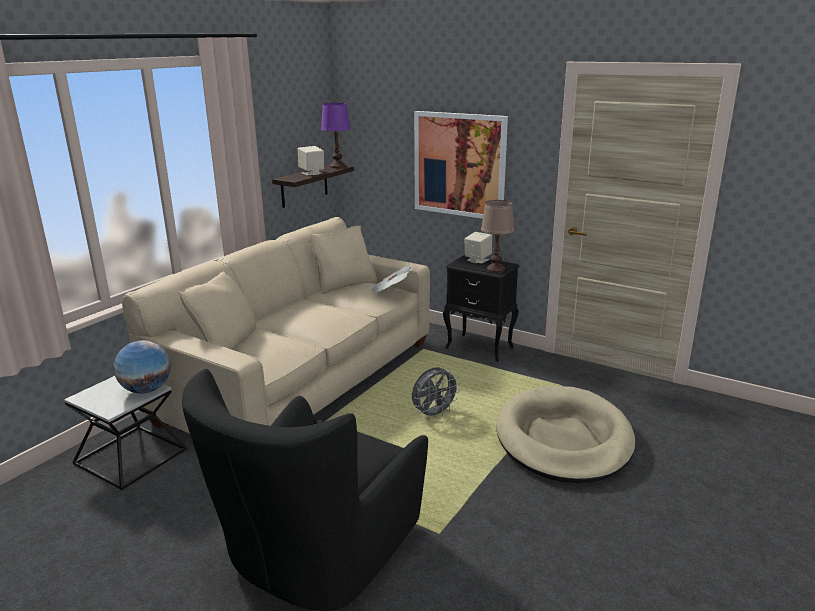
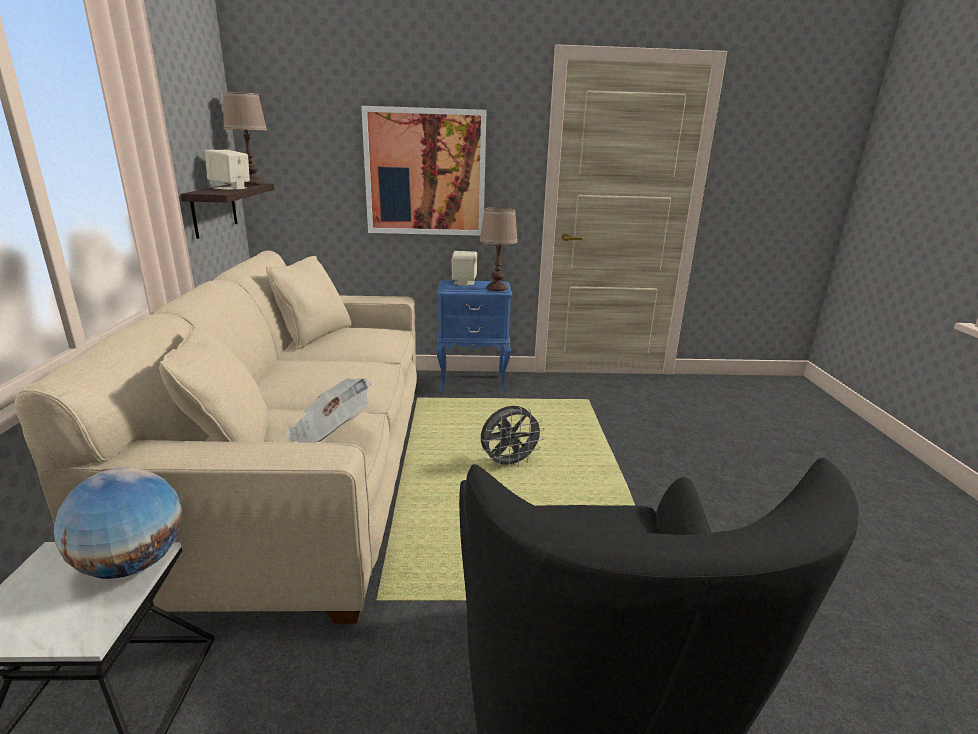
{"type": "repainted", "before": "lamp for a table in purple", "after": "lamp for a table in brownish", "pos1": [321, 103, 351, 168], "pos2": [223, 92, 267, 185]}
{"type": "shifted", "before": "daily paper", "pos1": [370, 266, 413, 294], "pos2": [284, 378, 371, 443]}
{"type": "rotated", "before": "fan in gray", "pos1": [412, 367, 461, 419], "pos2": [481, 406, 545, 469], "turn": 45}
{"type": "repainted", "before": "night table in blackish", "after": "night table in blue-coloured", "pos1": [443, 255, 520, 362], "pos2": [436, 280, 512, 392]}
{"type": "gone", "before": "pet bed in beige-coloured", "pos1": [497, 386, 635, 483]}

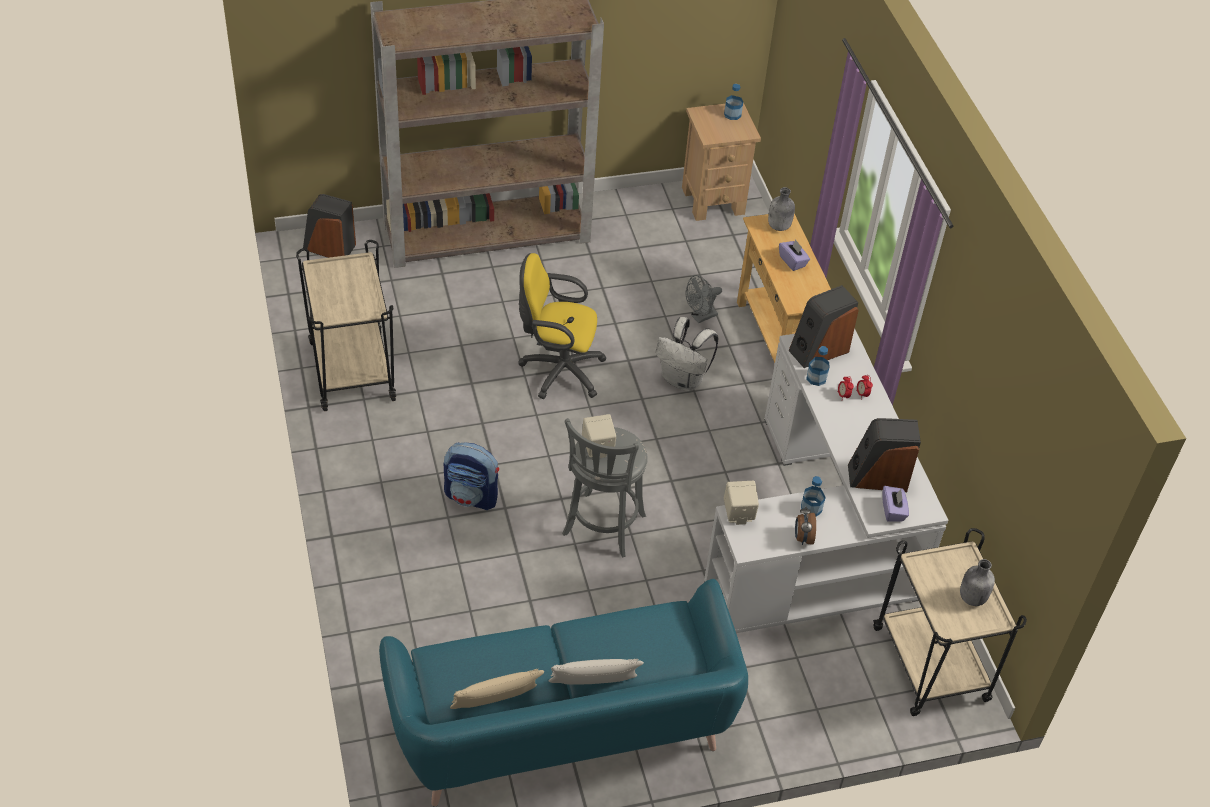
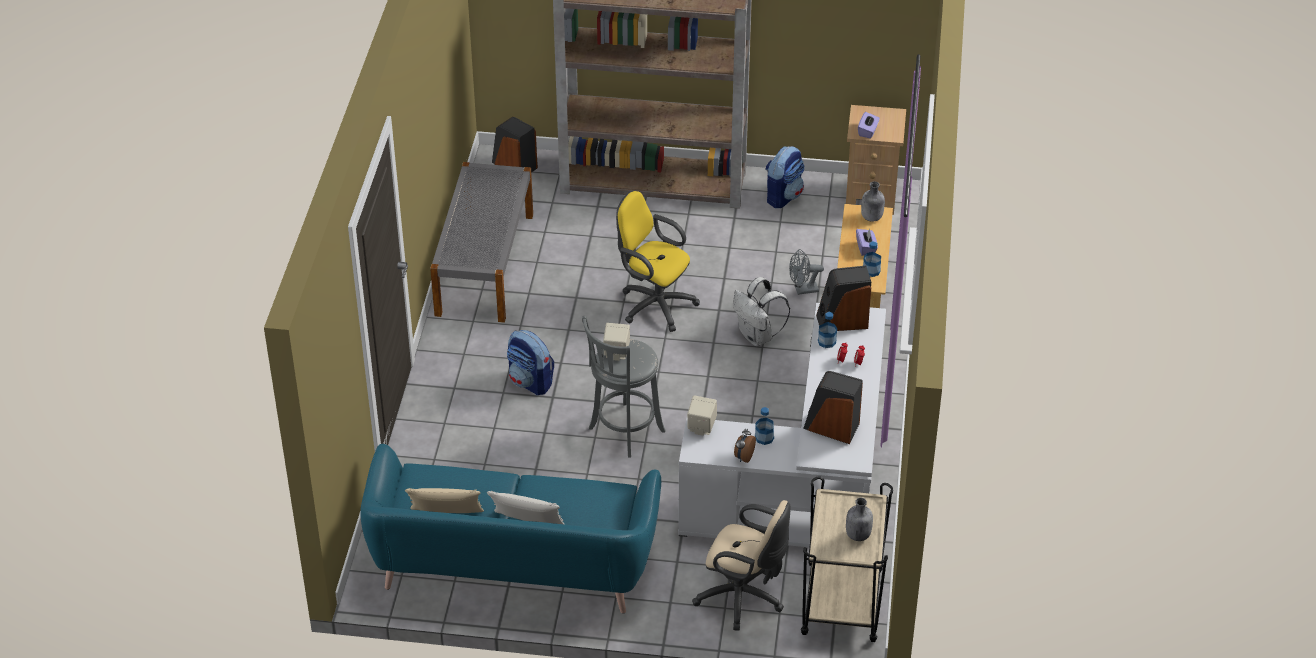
{"type": "swapped", "before": "cart in beige-coloured", "after": "bench in gray", "pos1": [296, 240, 396, 411], "pos2": [430, 162, 533, 323]}
{"type": "shifted", "before": "drink bottle", "pos1": [724, 84, 743, 120], "pos2": [863, 241, 881, 277]}
{"type": "shifted", "before": "tissue holder in purple", "pos1": [882, 486, 909, 521], "pos2": [858, 112, 880, 139]}
{"type": "new", "after": "desk chair in beige-coloured", "pos2": [692, 500, 790, 631]}
{"type": "new", "after": "rucksack", "pos2": [766, 146, 805, 208]}

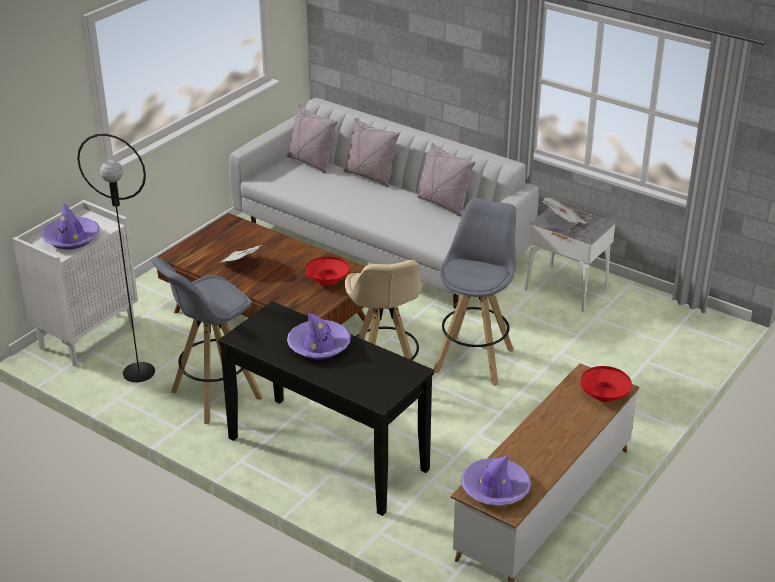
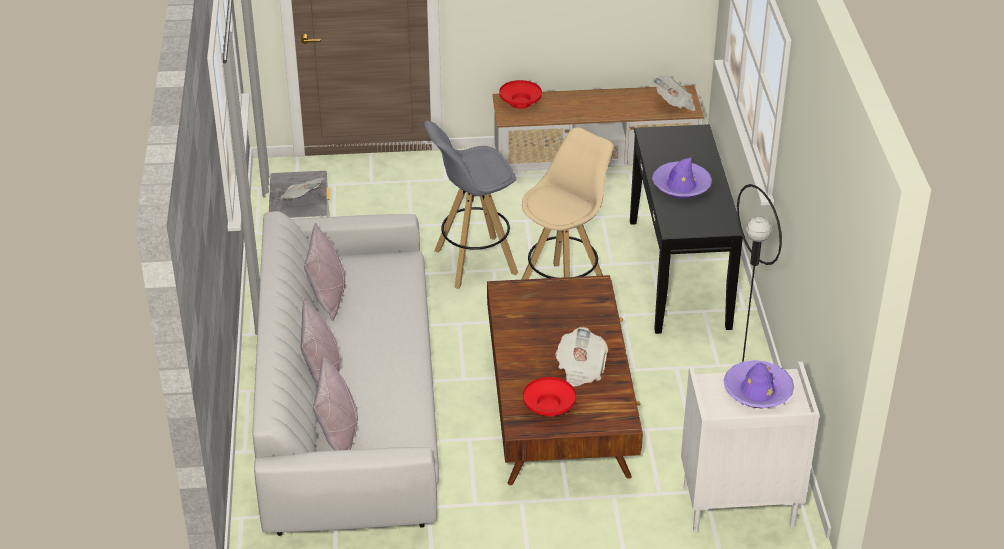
{"type": "gone", "before": "stool seat in gray", "pos1": [150, 257, 263, 424]}
{"type": "shifted", "before": "deep dish in red-coloured", "pos1": [305, 256, 349, 286], "pos2": [523, 377, 576, 416]}
{"type": "swapped", "before": "clothing hat in purple", "after": "daily paper", "pos1": [461, 455, 531, 506], "pos2": [653, 76, 695, 111]}

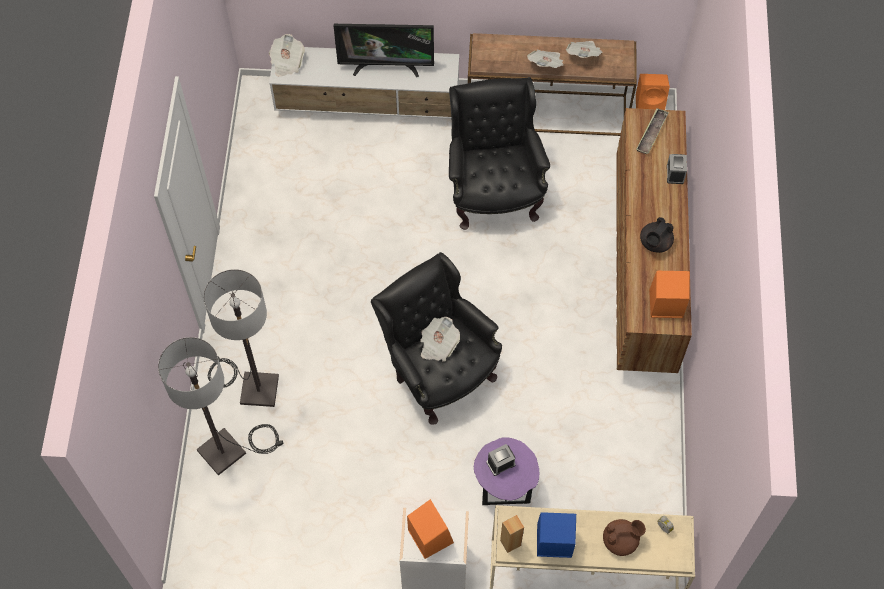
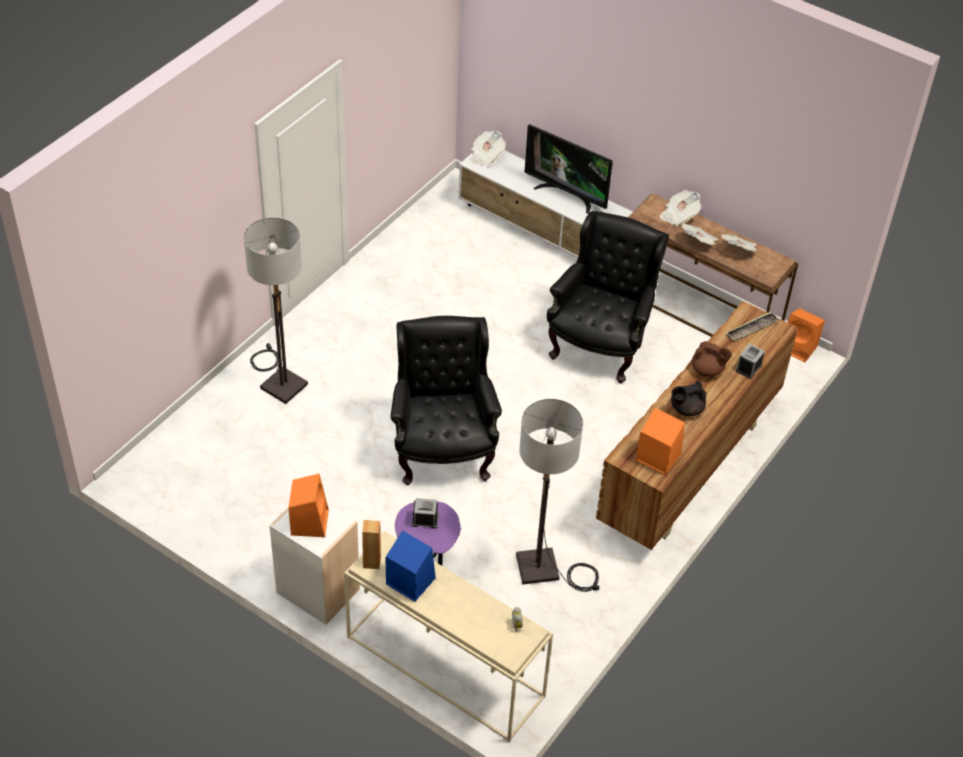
{"type": "shifted", "before": "standing lamp", "pos1": [158, 337, 284, 475], "pos2": [516, 399, 600, 592]}
{"type": "shifted", "before": "daily paper", "pos1": [420, 317, 460, 362], "pos2": [660, 190, 701, 227]}
{"type": "shifted", "before": "teapot in brownish", "pos1": [603, 519, 646, 556], "pos2": [692, 341, 732, 377]}

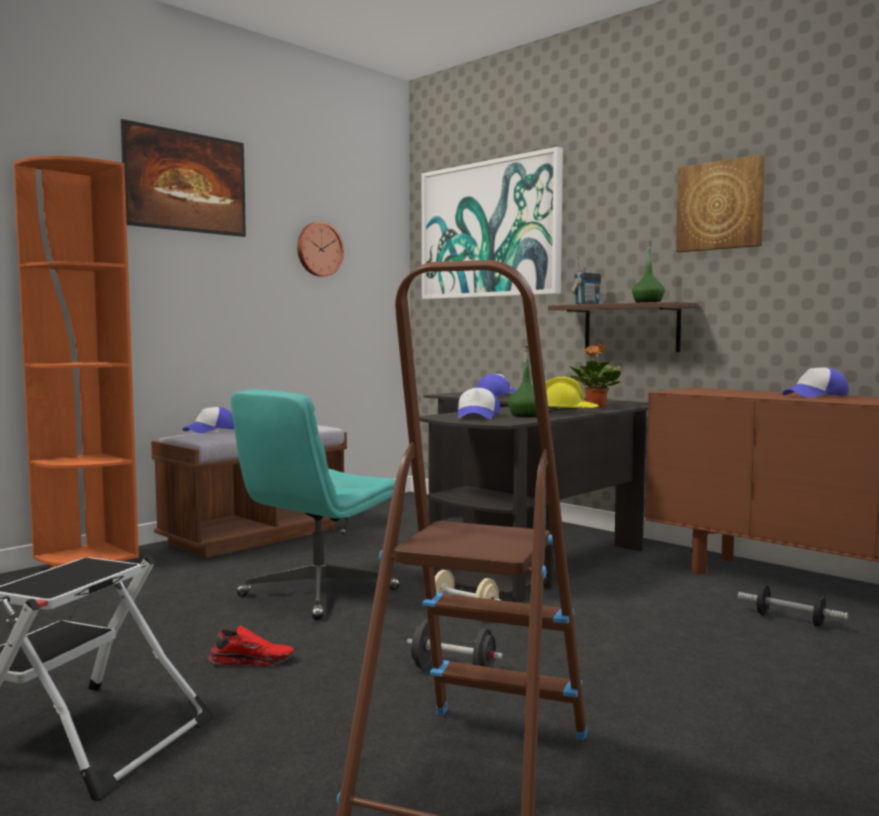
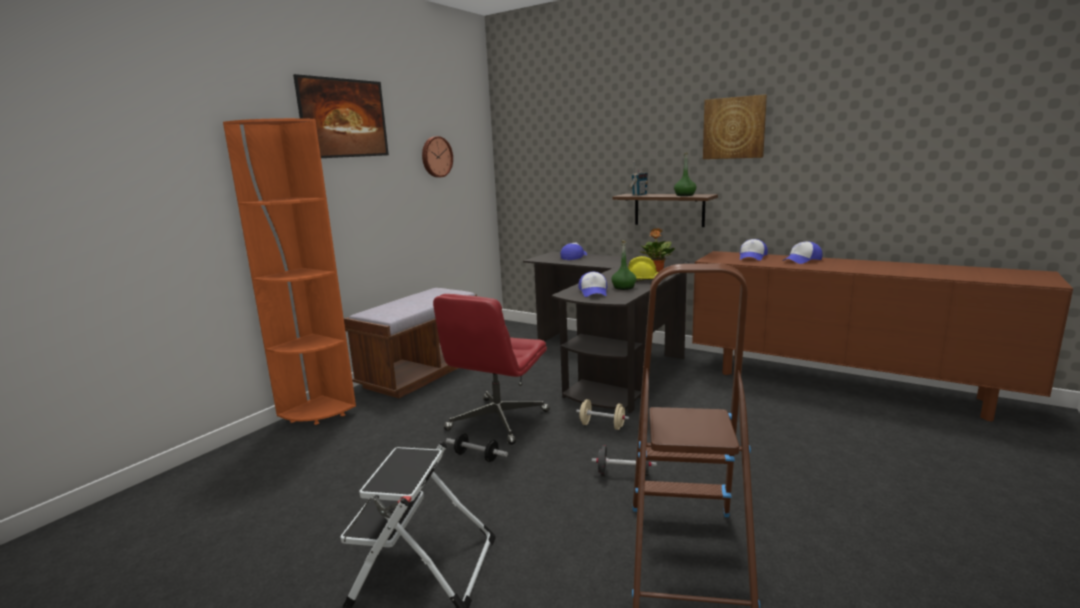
{"type": "shifted", "before": "cap", "pos1": [183, 407, 234, 433], "pos2": [740, 239, 768, 261]}
{"type": "gone", "before": "shoe in red-coloured", "pos1": [209, 626, 294, 666]}
{"type": "repainted", "before": "desk chair in turquoise-coloured", "after": "desk chair in red-coloured", "pos1": [231, 390, 400, 620], "pos2": [433, 294, 550, 445]}
{"type": "gone", "before": "wall art", "pos1": [422, 147, 563, 299]}
{"type": "shifted", "before": "free weight", "pos1": [738, 584, 848, 627], "pos2": [446, 433, 508, 462]}

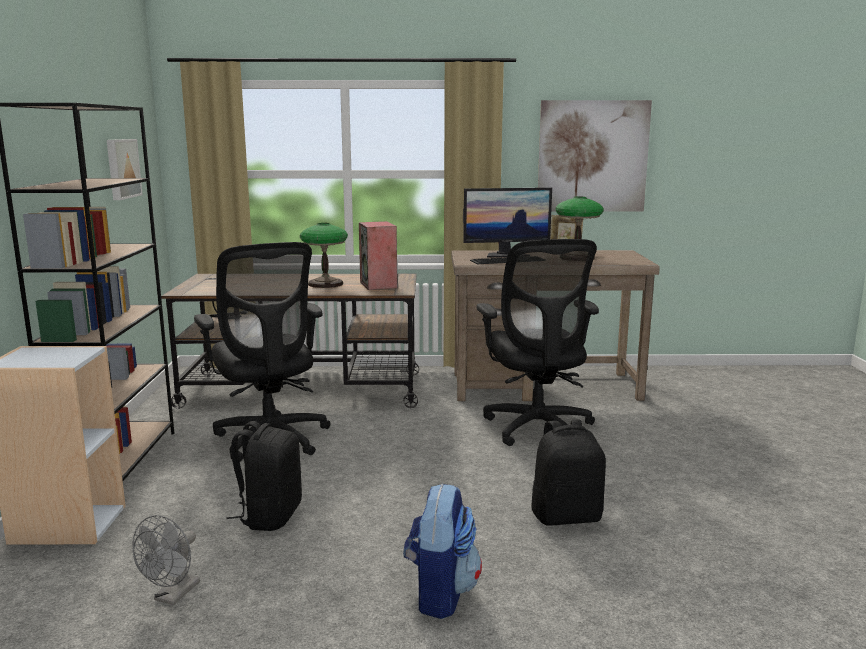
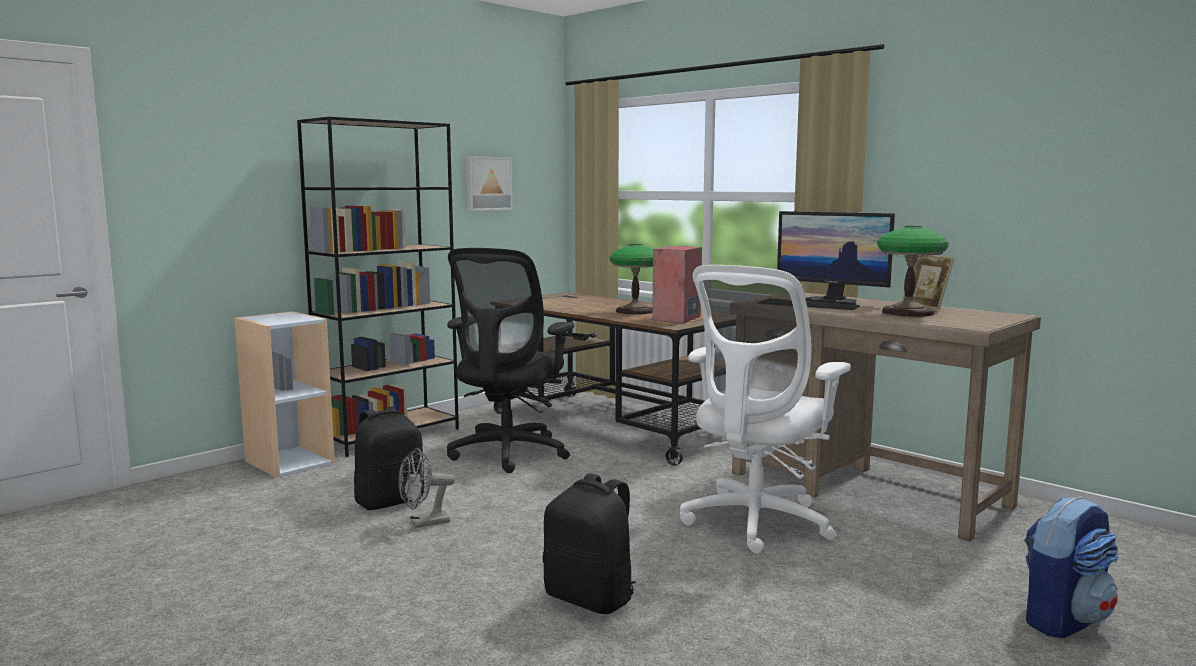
{"type": "shifted", "before": "fan in gray", "pos1": [132, 515, 200, 605], "pos2": [398, 448, 455, 528]}
{"type": "shifted", "before": "rucksack", "pos1": [403, 483, 482, 619], "pos2": [1024, 496, 1119, 638]}
{"type": "repainted", "before": "desk chair in blackish", "after": "desk chair in white", "pos1": [477, 239, 599, 446], "pos2": [680, 265, 851, 553]}
{"type": "gone", "before": "wall art", "pos1": [538, 100, 652, 212]}

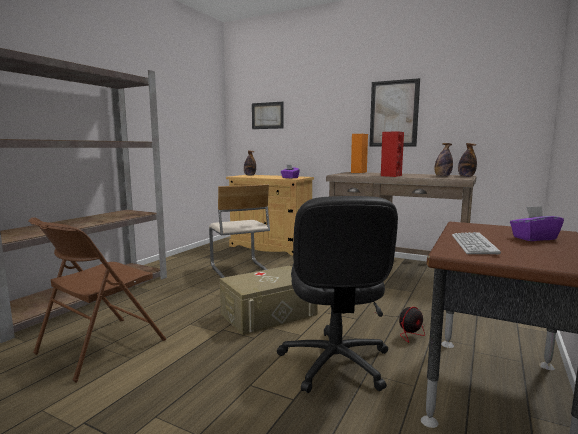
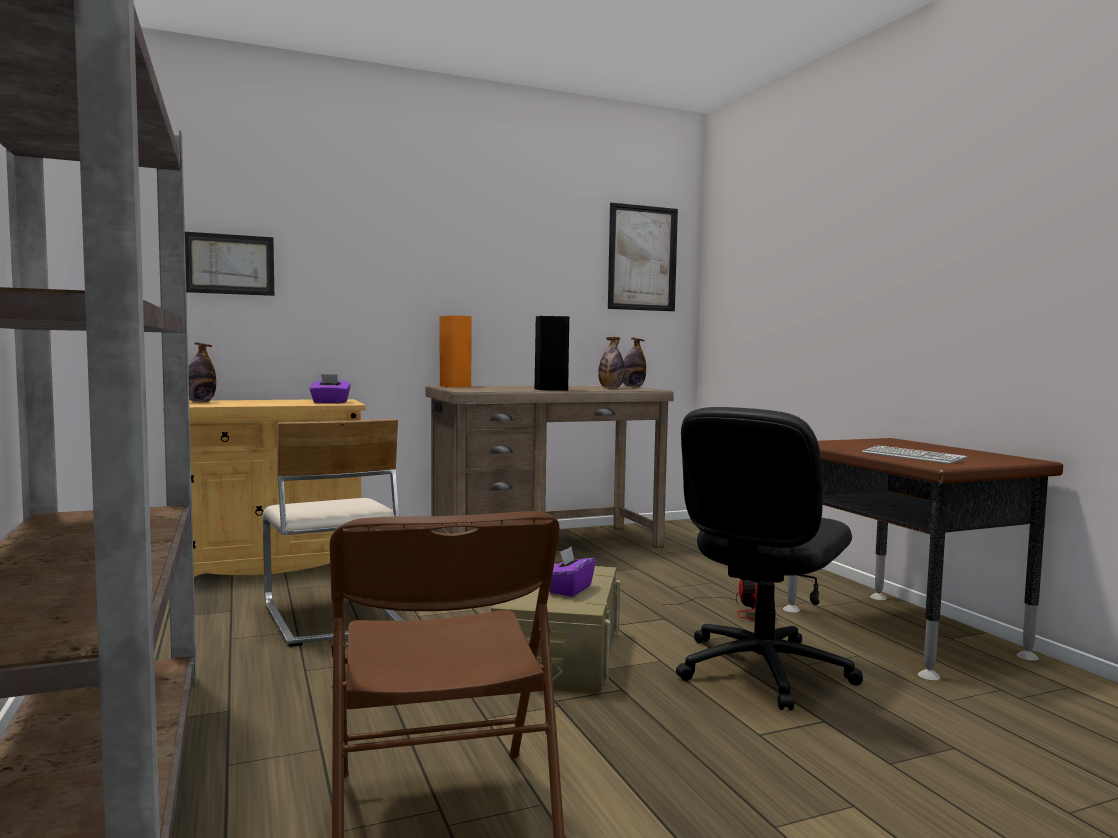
{"type": "rotated", "before": "plain chair in beige-coloured", "pos1": [209, 184, 270, 278], "pos2": [262, 419, 404, 647], "turn": 45}
{"type": "rotated", "before": "desk chair in blackish", "pos1": [277, 196, 398, 393], "pos2": [676, 407, 863, 710], "turn": 90}
{"type": "shifted", "before": "wall art", "pos1": [369, 78, 420, 147], "pos2": [608, 203, 678, 311]}
{"type": "repainted", "before": "speaker in red-coloured", "after": "speaker in blackish", "pos1": [380, 131, 404, 177], "pos2": [535, 316, 569, 391]}
{"type": "shifted", "before": "tissue holder in purple", "pos1": [510, 206, 564, 241], "pos2": [549, 547, 595, 597]}

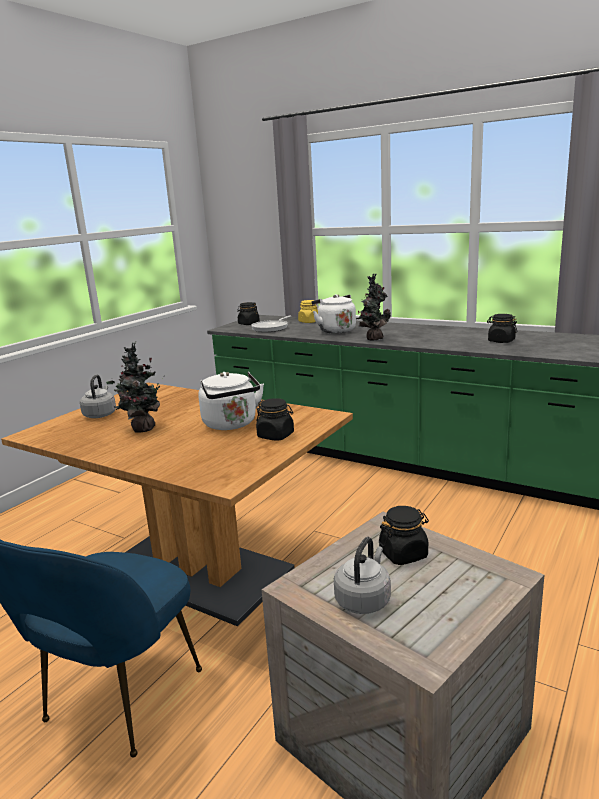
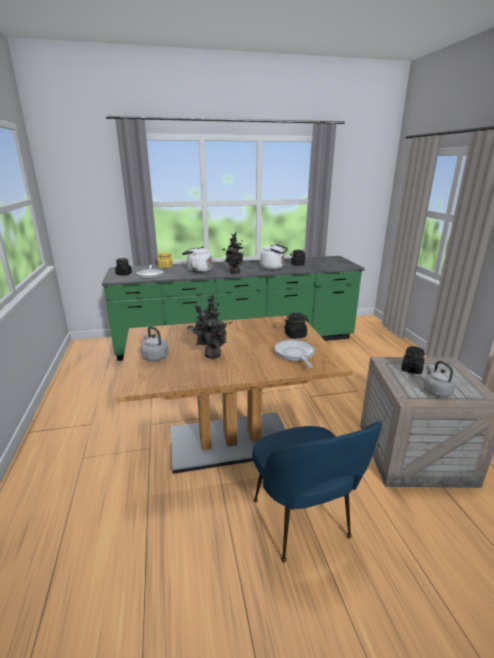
{"type": "shifted", "before": "tea kettle in white", "pos1": [198, 372, 264, 430], "pos2": [260, 244, 288, 269]}
{"type": "new", "after": "skillet", "pos2": [275, 339, 315, 368]}

